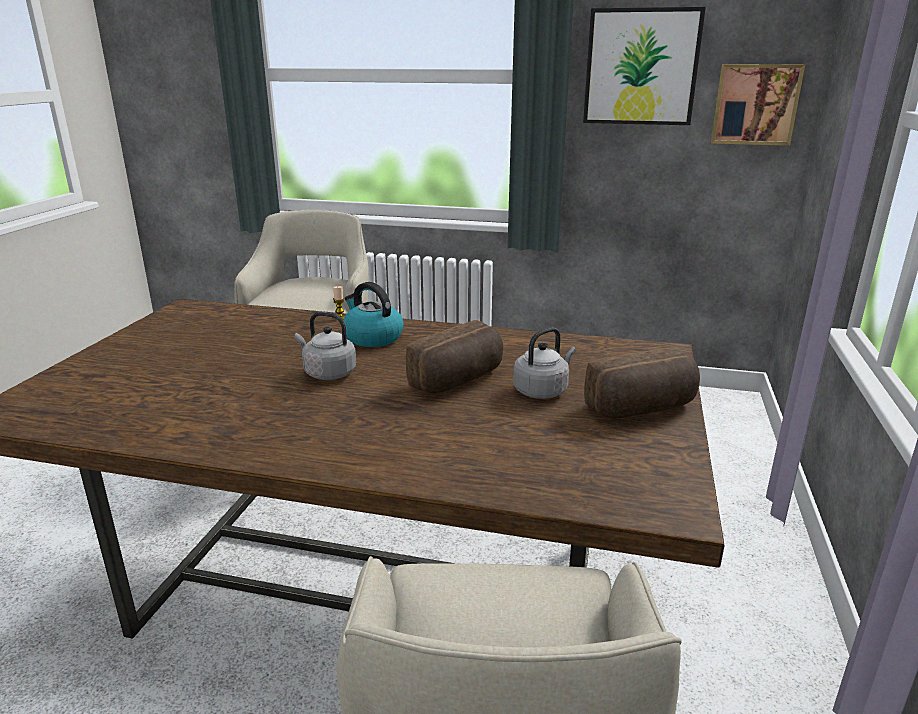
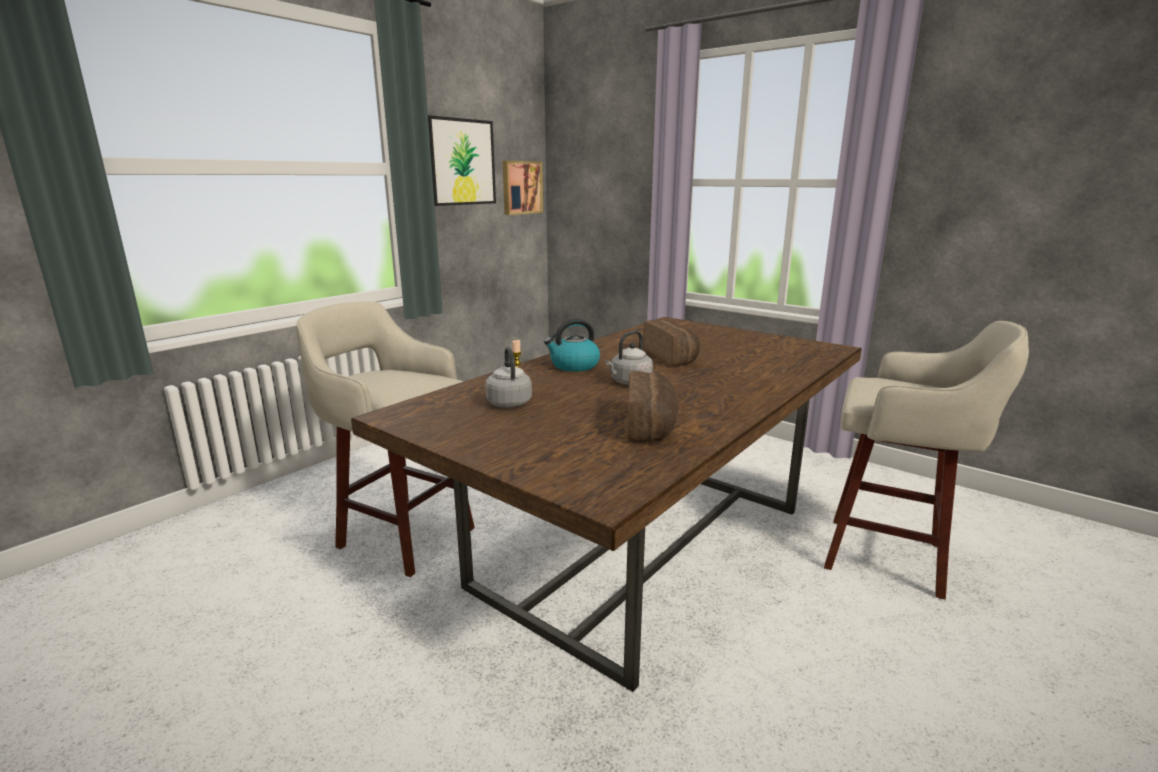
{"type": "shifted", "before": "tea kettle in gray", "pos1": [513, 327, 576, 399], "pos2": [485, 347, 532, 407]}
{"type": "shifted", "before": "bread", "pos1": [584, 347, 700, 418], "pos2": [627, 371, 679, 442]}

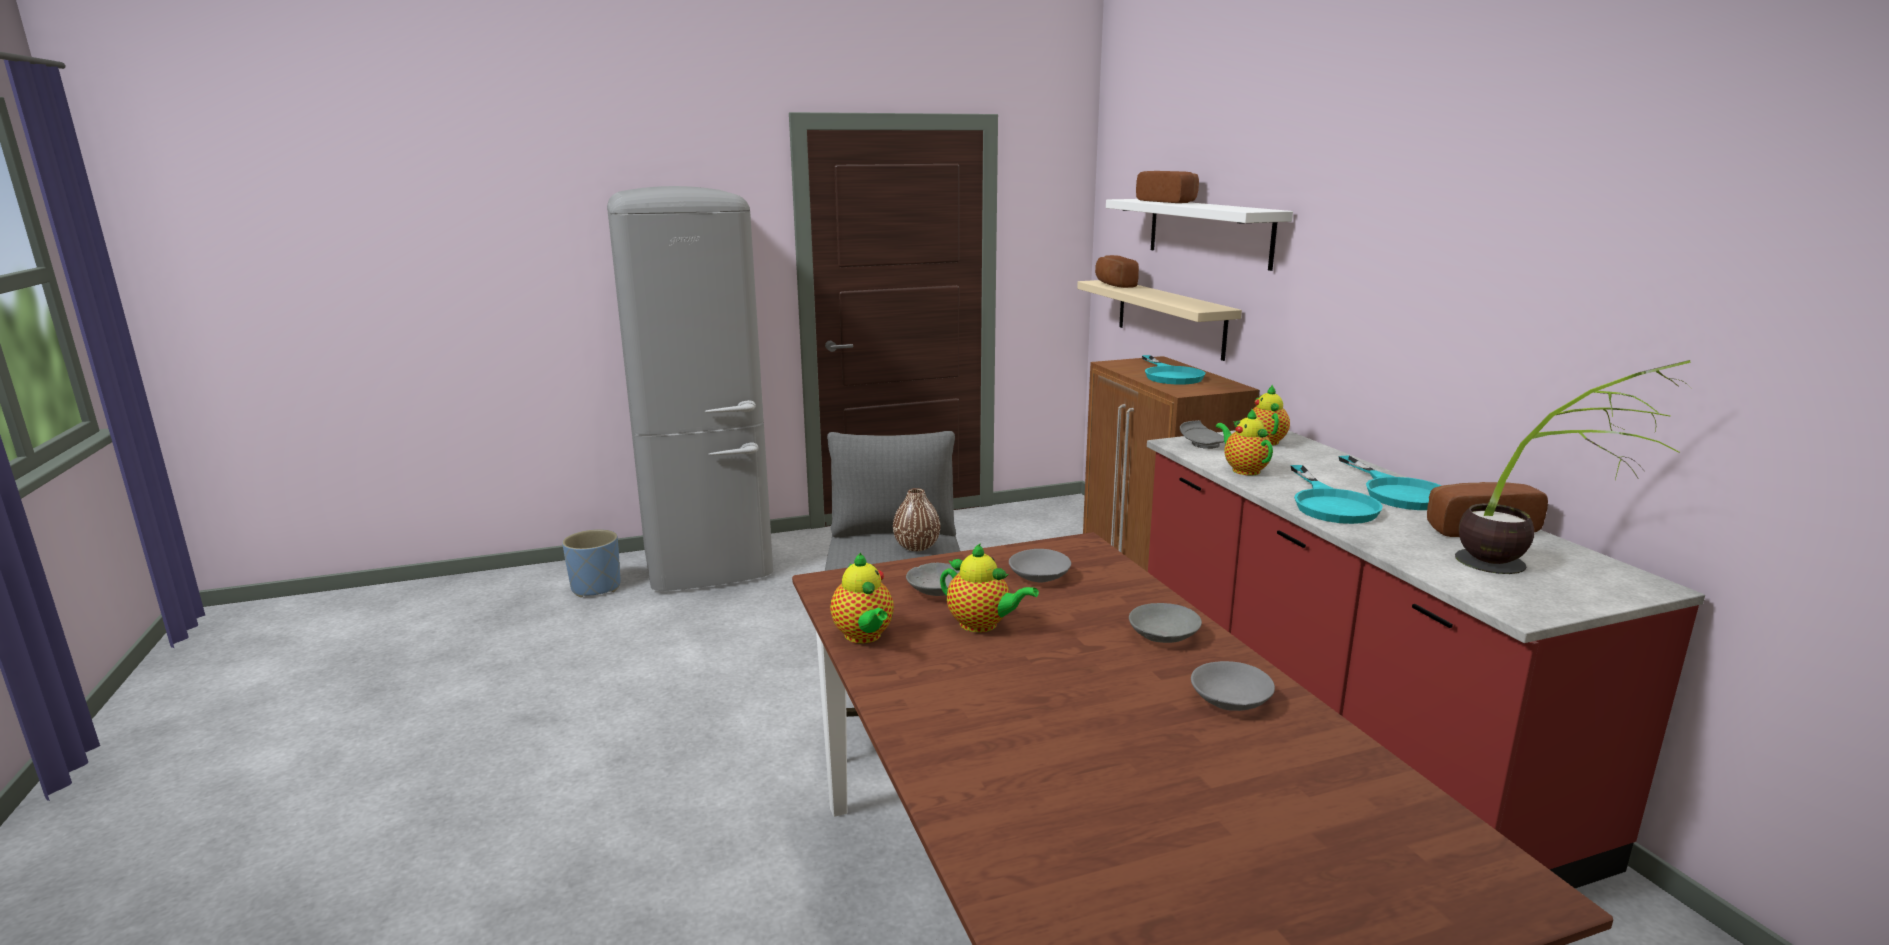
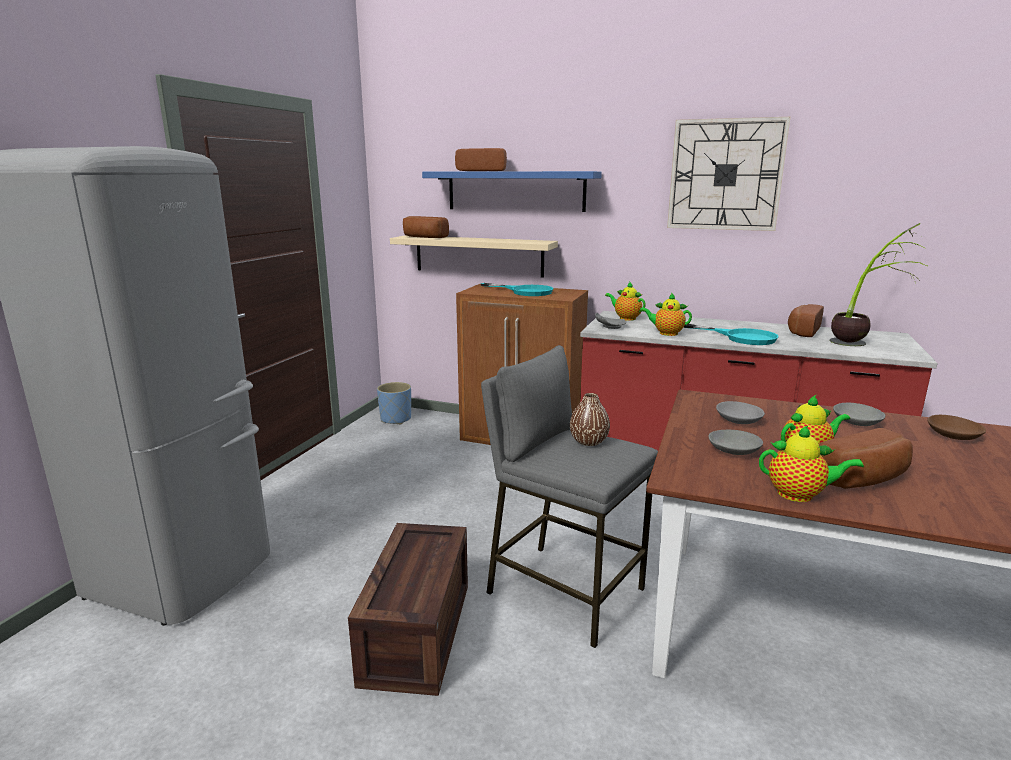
{"type": "shifted", "before": "planter in blue-coloured", "pos1": [562, 529, 621, 597], "pos2": [377, 382, 411, 424]}
{"type": "repainted", "before": "bracket shelf in white", "after": "bracket shelf in blue-coloured", "pos1": [1106, 199, 1293, 271], "pos2": [422, 171, 602, 212]}
{"type": "repainted", "before": "deep dish in gray", "after": "deep dish in brownish", "pos1": [1191, 661, 1275, 711], "pos2": [927, 415, 986, 440]}
{"type": "gone", "before": "skillet in turquoise-coloured", "pos1": [1338, 456, 1441, 510]}
{"type": "new", "after": "shipping crate", "pos2": [348, 523, 468, 696]}
{"type": "new", "after": "wall clock", "pos2": [667, 117, 791, 231]}
{"type": "new", "after": "bread", "pos2": [819, 428, 913, 489]}

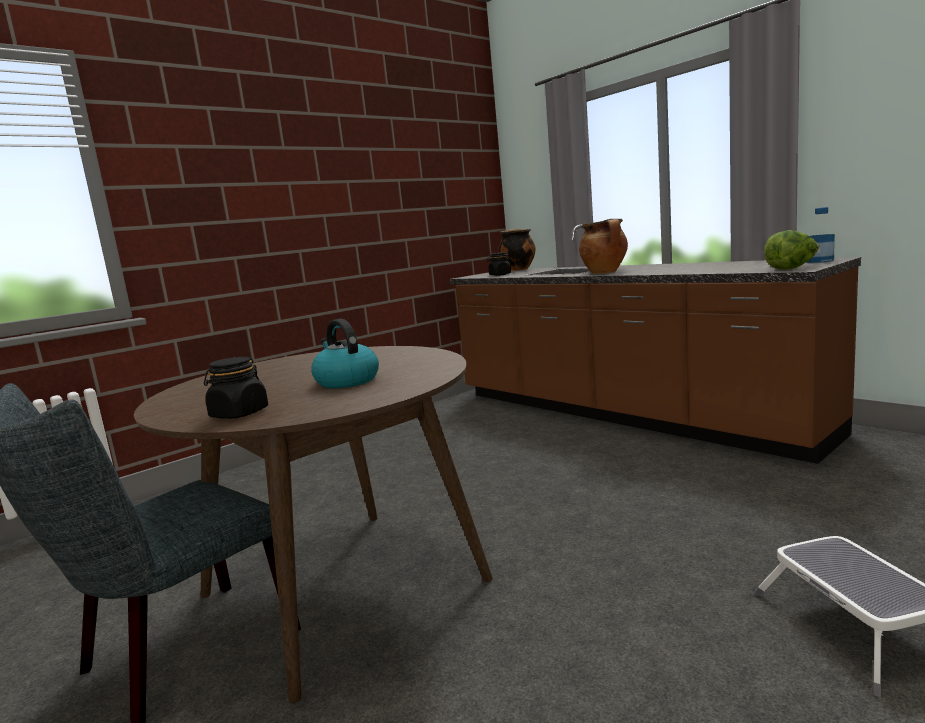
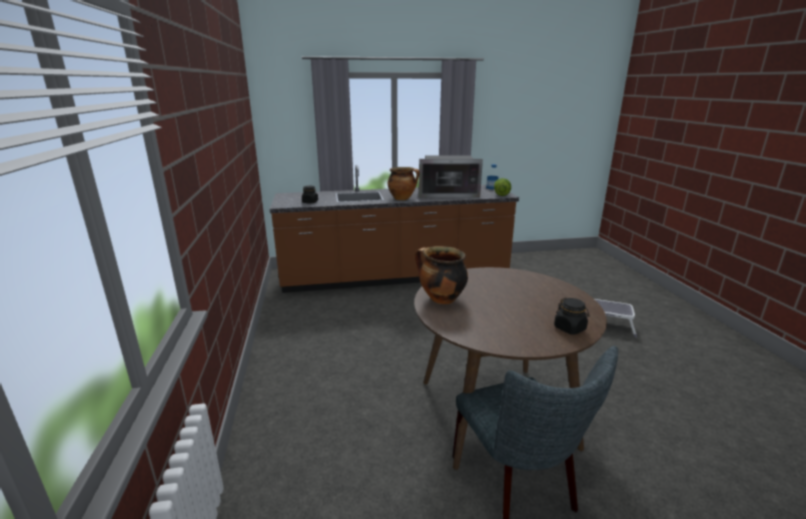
{"type": "gone", "before": "tea kettle", "pos1": [311, 319, 379, 388]}
{"type": "shifted", "before": "stockpot", "pos1": [499, 229, 536, 271], "pos2": [415, 246, 468, 304]}
{"type": "new", "after": "kitchen microwave", "pos2": [419, 155, 483, 198]}

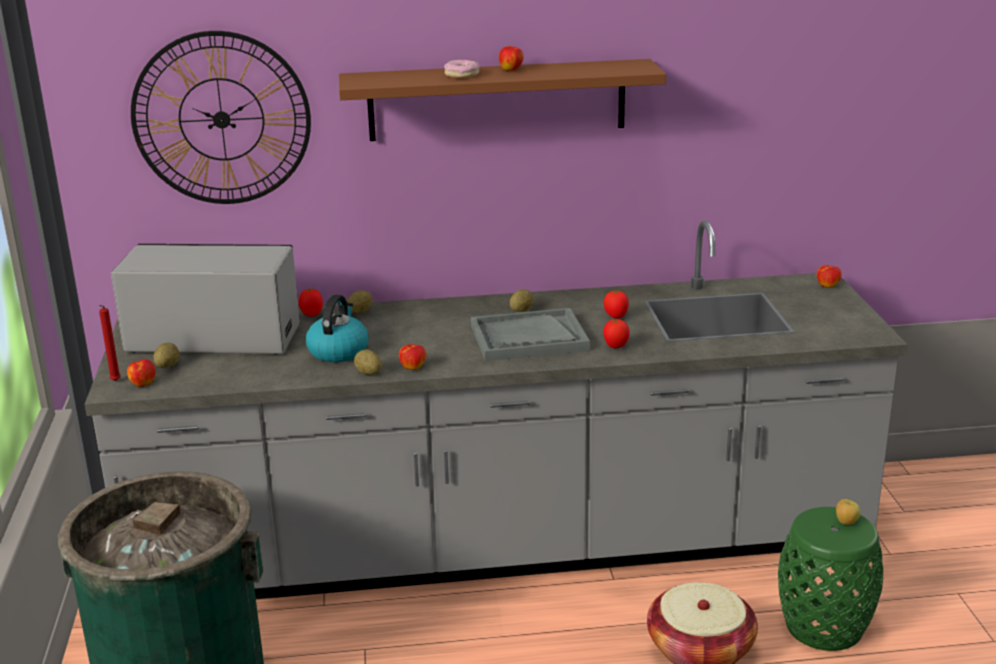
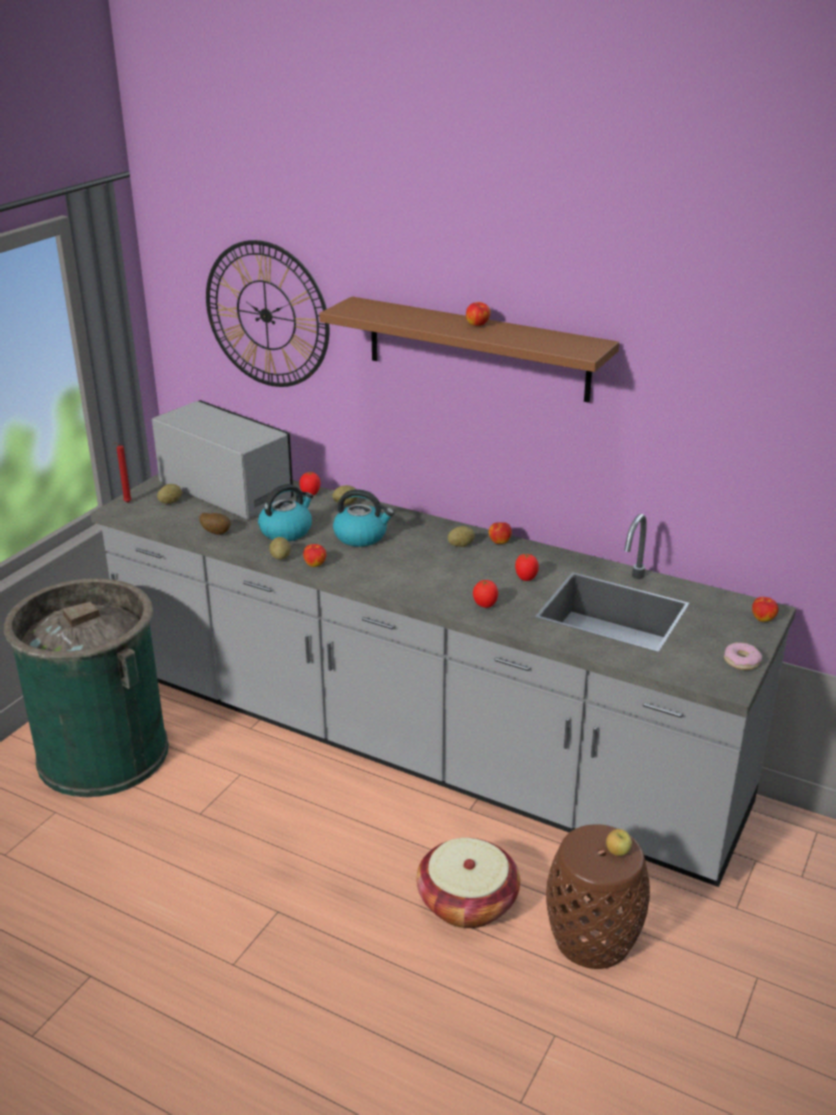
{"type": "shifted", "before": "apple", "pos1": [127, 359, 156, 387], "pos2": [489, 522, 512, 544]}
{"type": "shifted", "before": "donut", "pos1": [444, 60, 480, 78], "pos2": [724, 642, 762, 670]}
{"type": "gone", "before": "tray in gray", "pos1": [471, 308, 590, 361]}
{"type": "repainted", "before": "stool seat in green", "after": "stool seat in brownish", "pos1": [778, 507, 883, 651], "pos2": [546, 824, 650, 969]}
{"type": "new", "after": "potato", "pos2": [199, 513, 231, 535]}
{"type": "new", "after": "tea kettle", "pos2": [333, 489, 394, 547]}

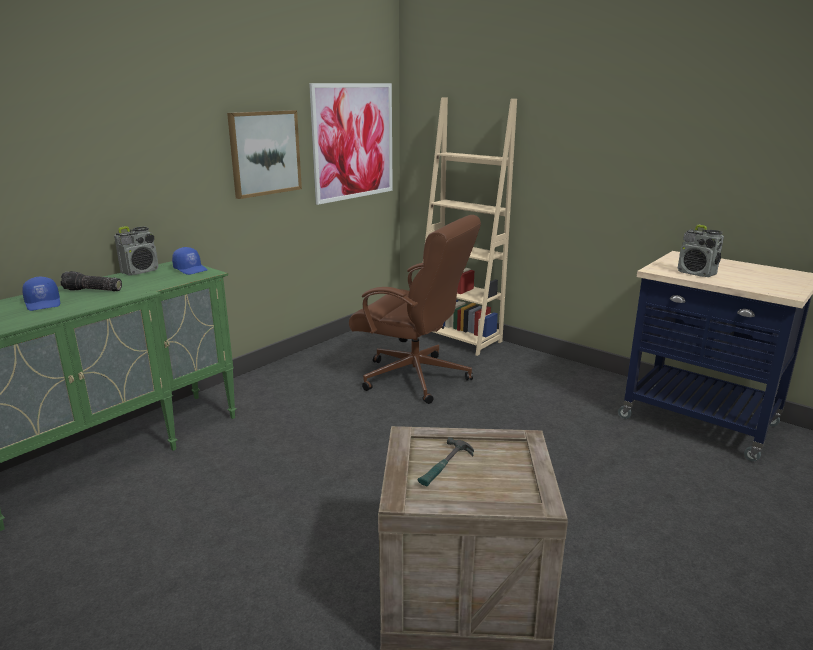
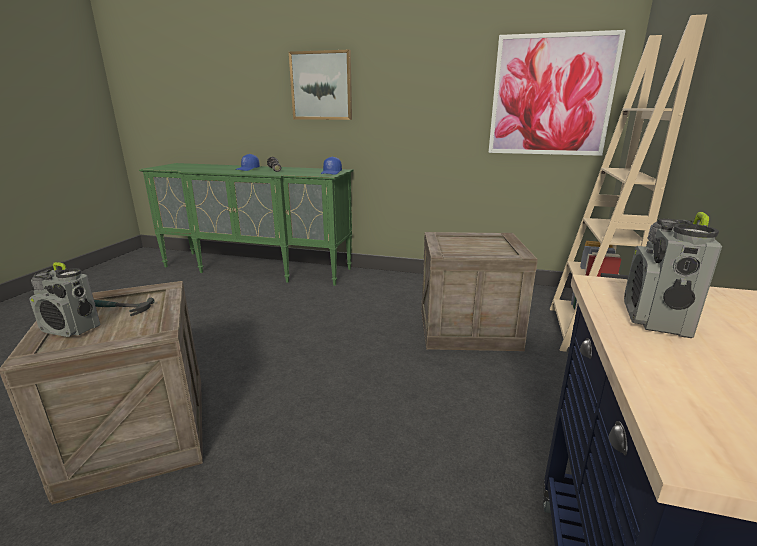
{"type": "shifted", "before": "radio receiver", "pos1": [114, 226, 159, 276], "pos2": [29, 262, 100, 337]}
{"type": "shifted", "before": "wall art", "pos1": [227, 110, 302, 199], "pos2": [289, 50, 352, 120]}
{"type": "swapped", "before": "desk chair in brownish", "after": "shipping crate", "pos1": [349, 215, 481, 404], "pos2": [421, 232, 538, 351]}

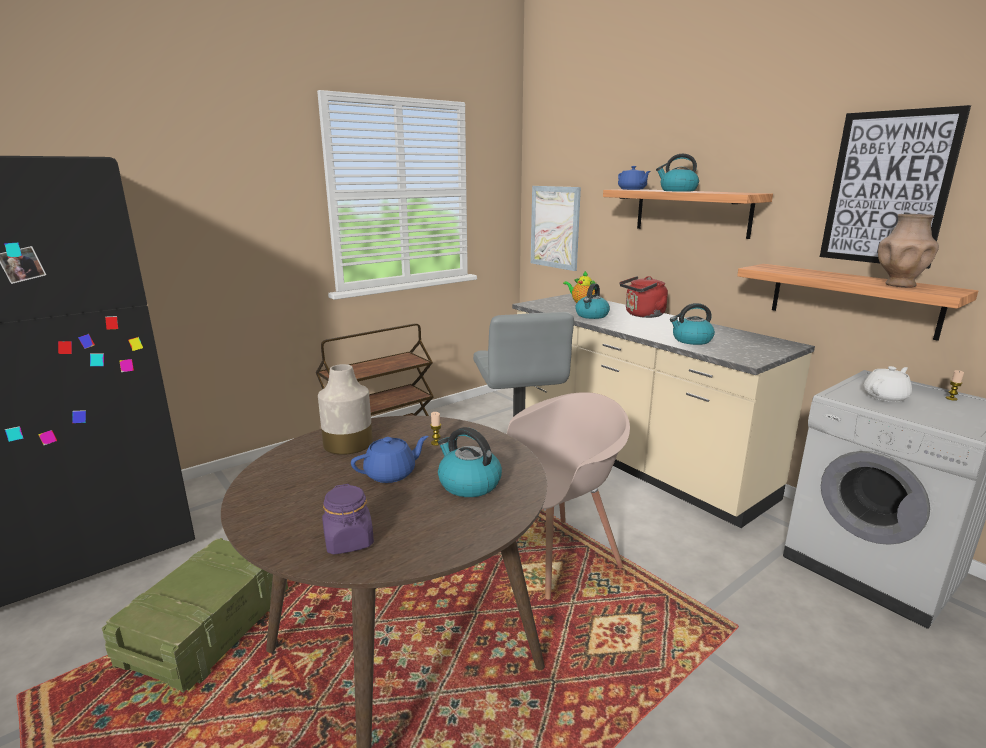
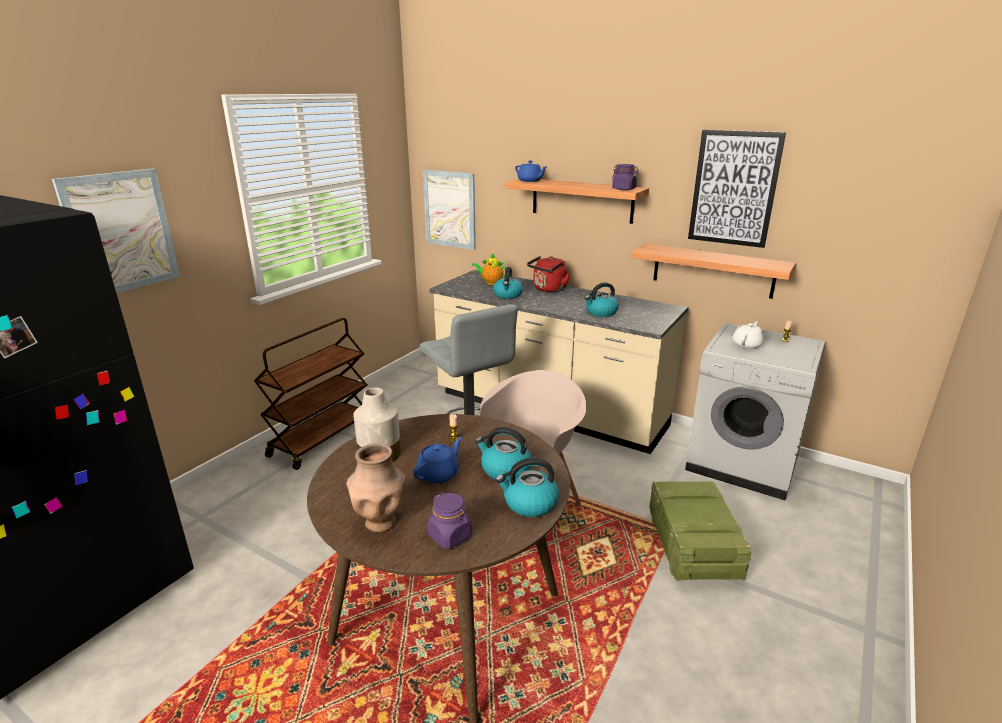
{"type": "shifted", "before": "shipping crate", "pos1": [102, 538, 288, 693], "pos2": [649, 481, 752, 581]}
{"type": "shifted", "before": "tea kettle", "pos1": [656, 154, 699, 192], "pos2": [496, 458, 559, 517]}
{"type": "shifted", "before": "flower vase in brownish", "pos1": [878, 214, 939, 288], "pos2": [347, 443, 406, 533]}
{"type": "new", "after": "wall art", "pos2": [52, 168, 180, 293]}
{"type": "new", "after": "storage jar in purple", "pos2": [612, 164, 639, 190]}

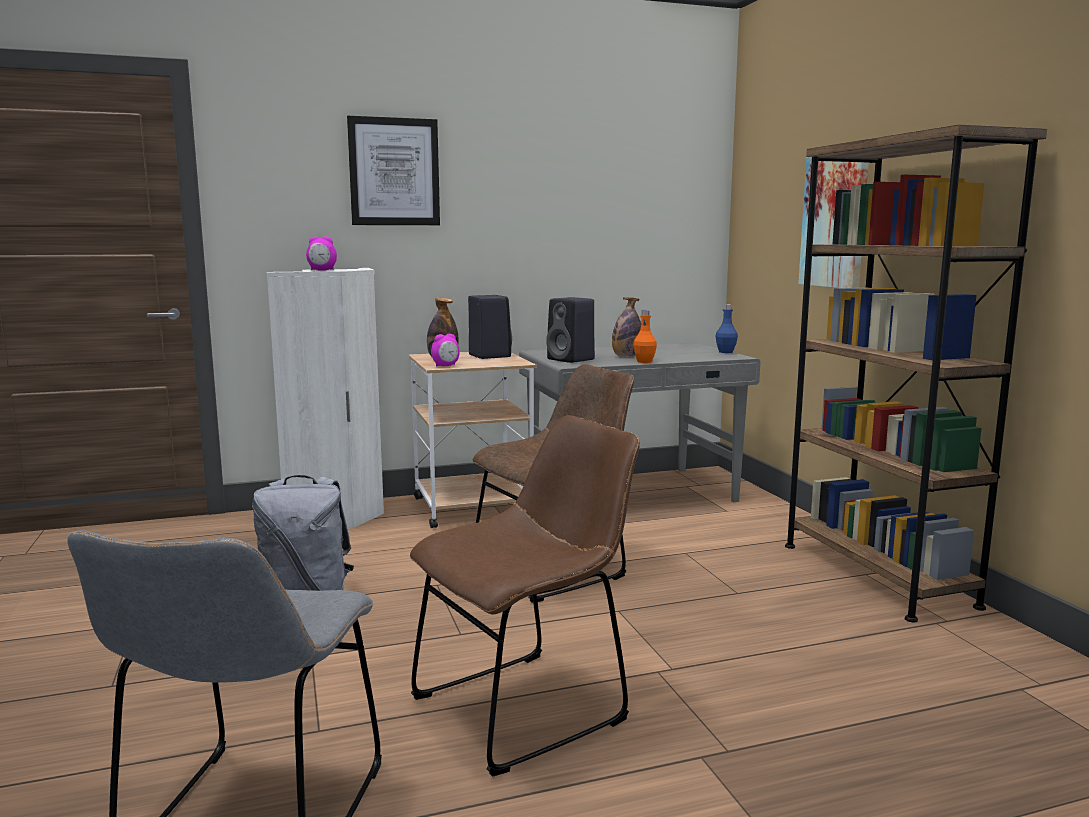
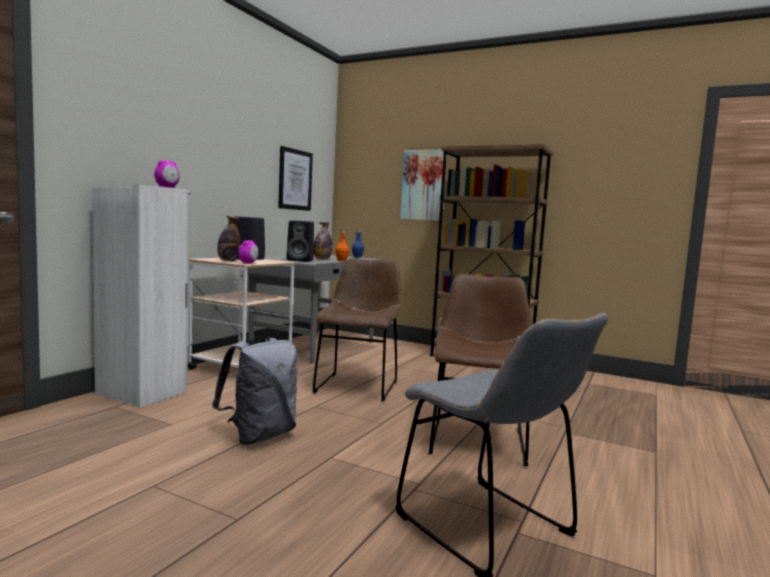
{"type": "shifted", "before": "wall art", "pos1": [347, 116, 440, 225], "pos2": [278, 146, 313, 211]}

